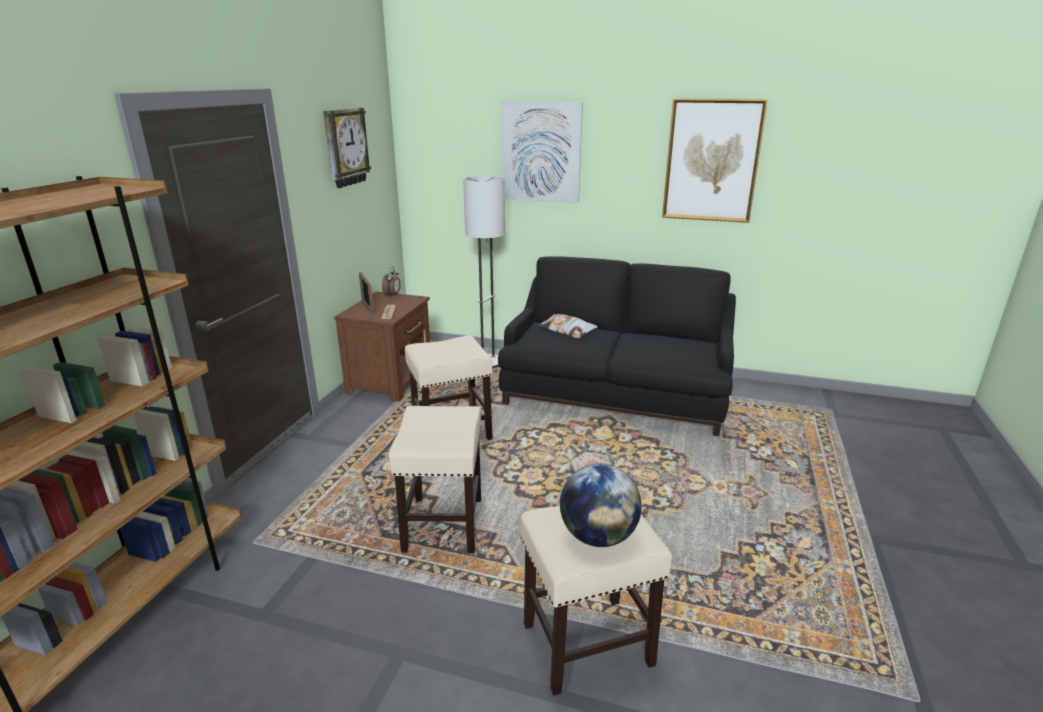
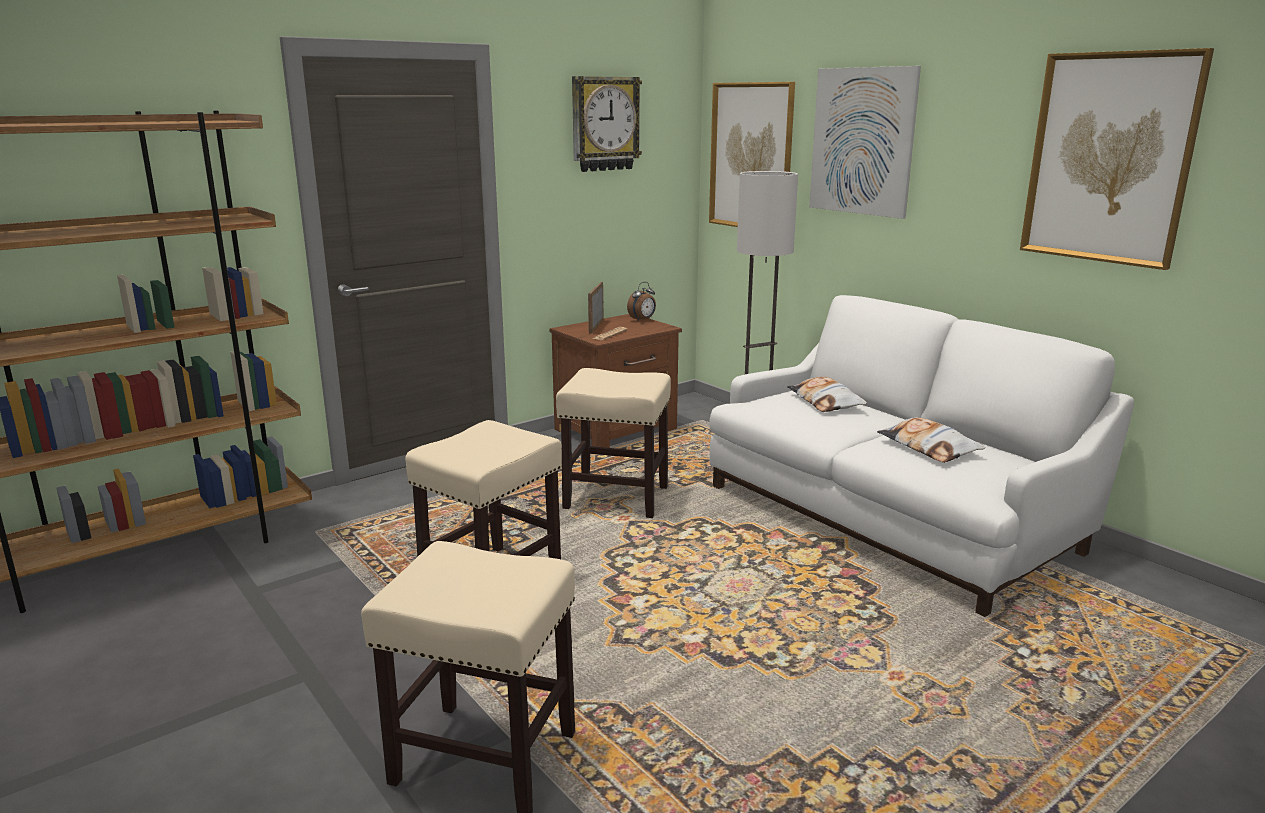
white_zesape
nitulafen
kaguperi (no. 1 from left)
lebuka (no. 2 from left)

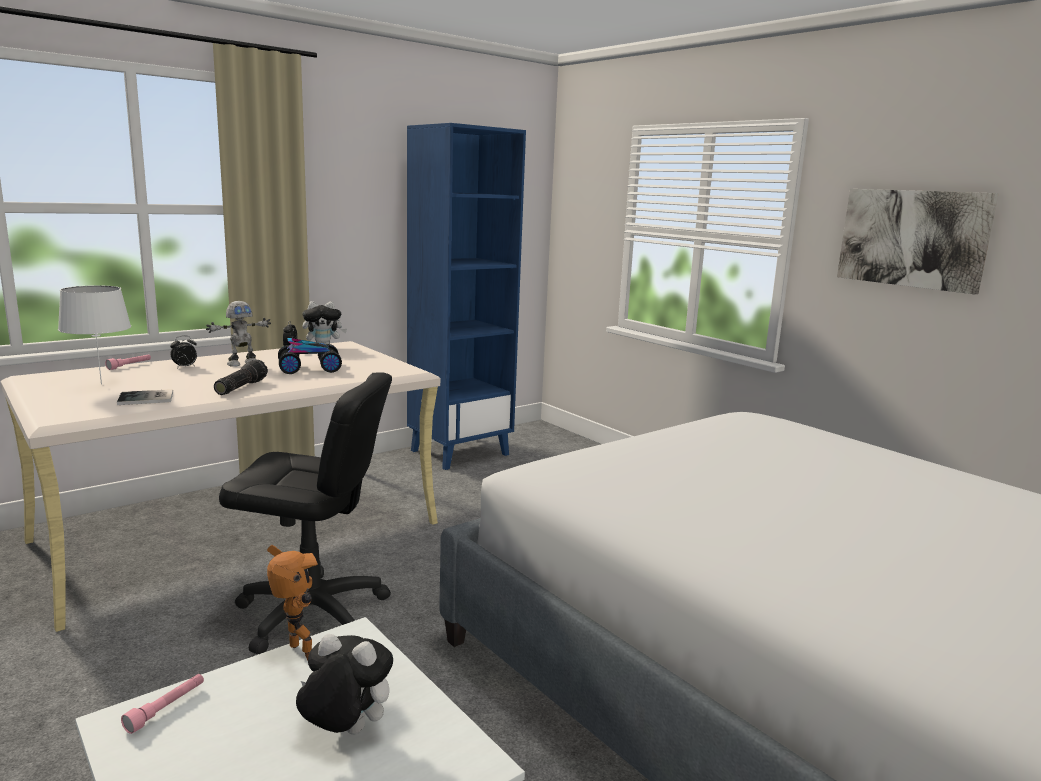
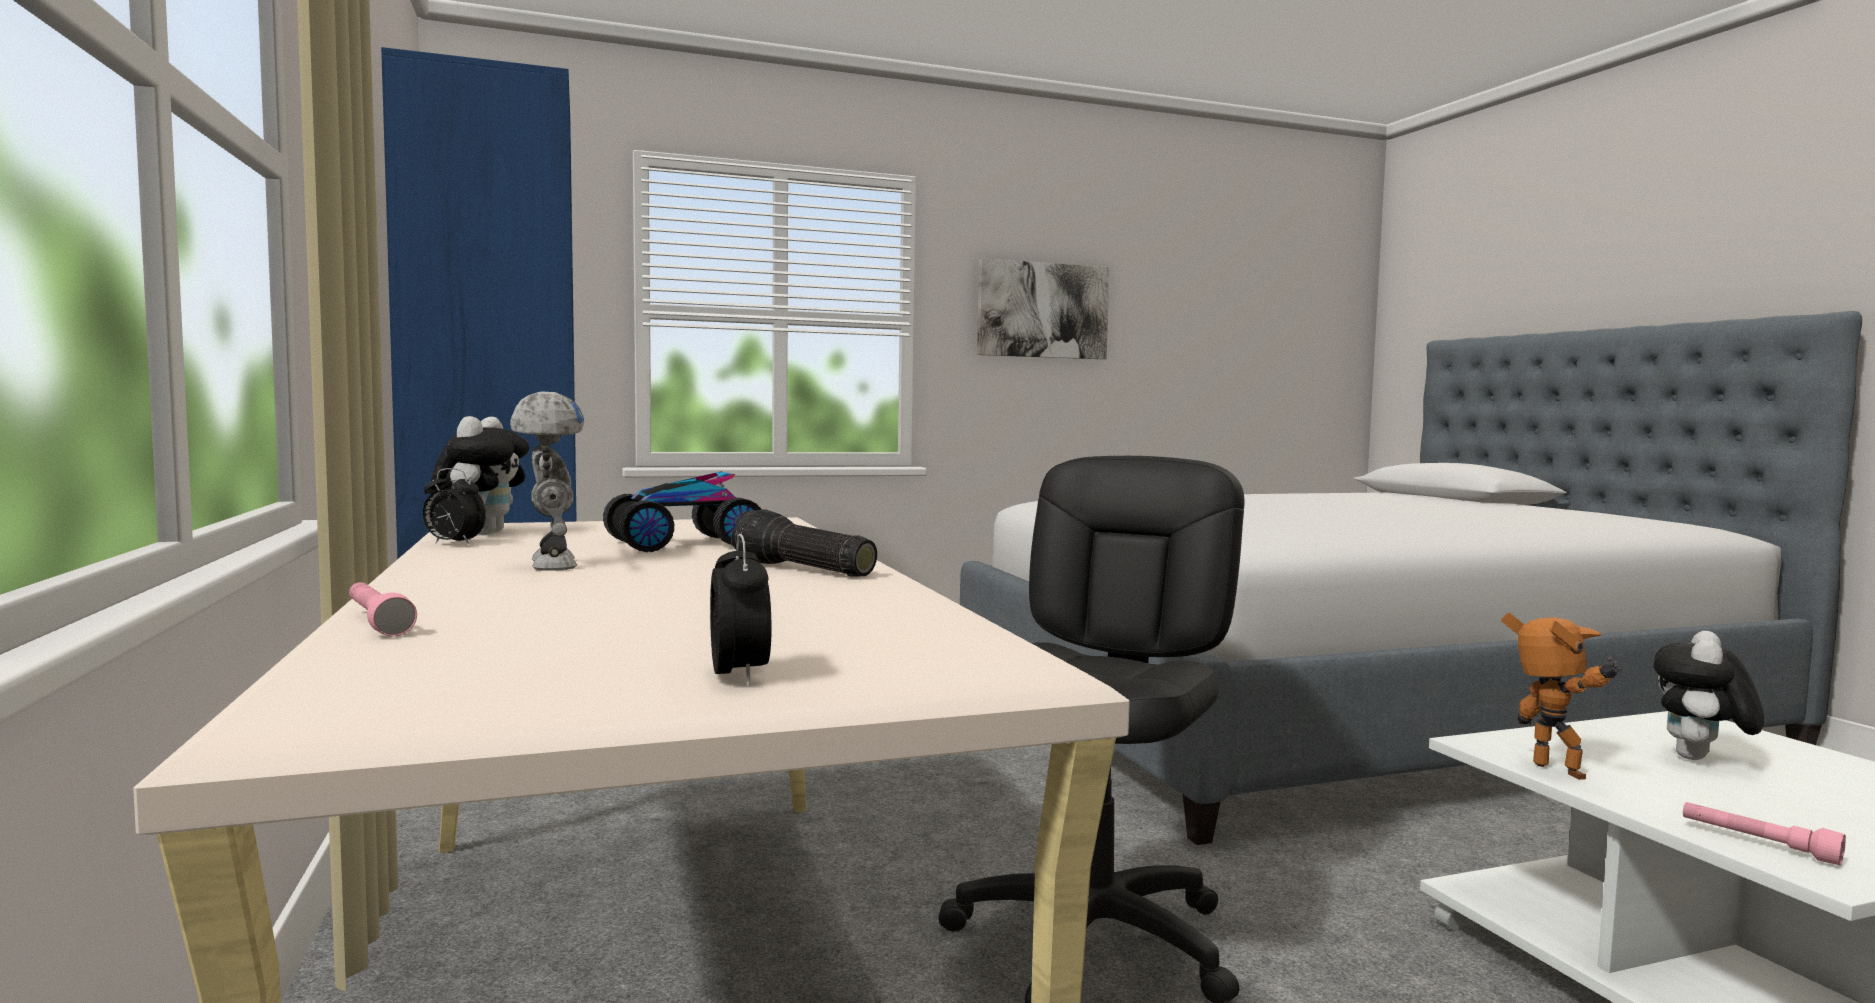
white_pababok
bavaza (no. 2 from left)
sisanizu
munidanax
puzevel (no. 2 from left)

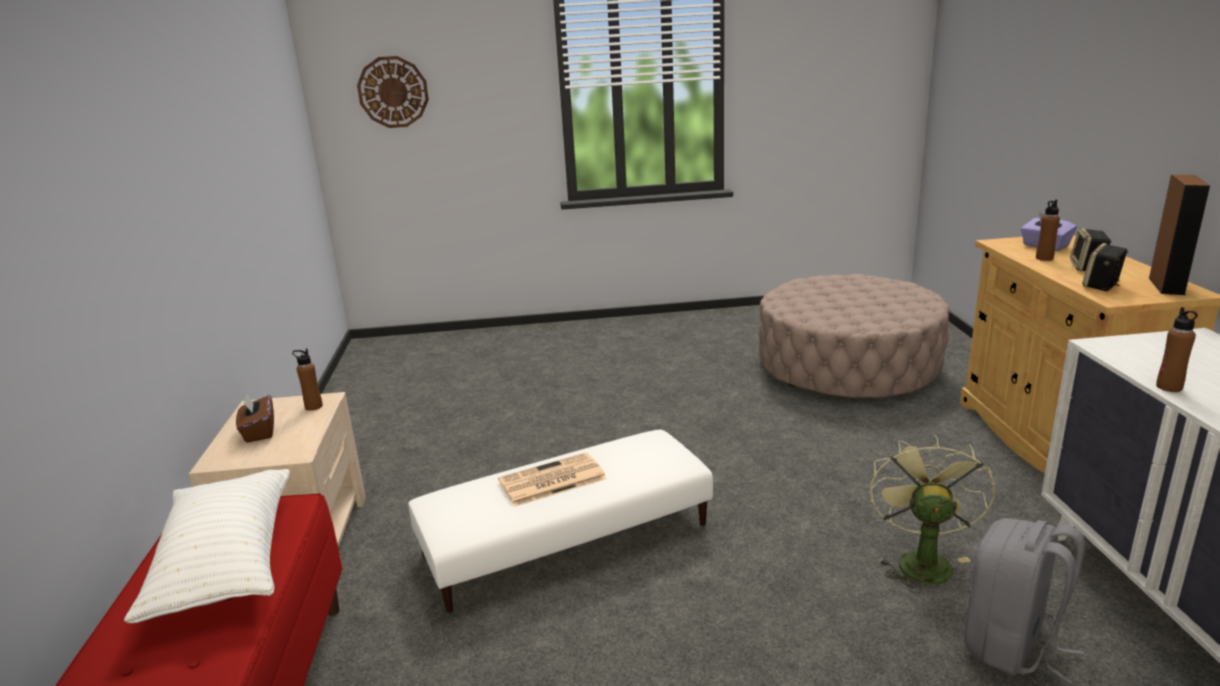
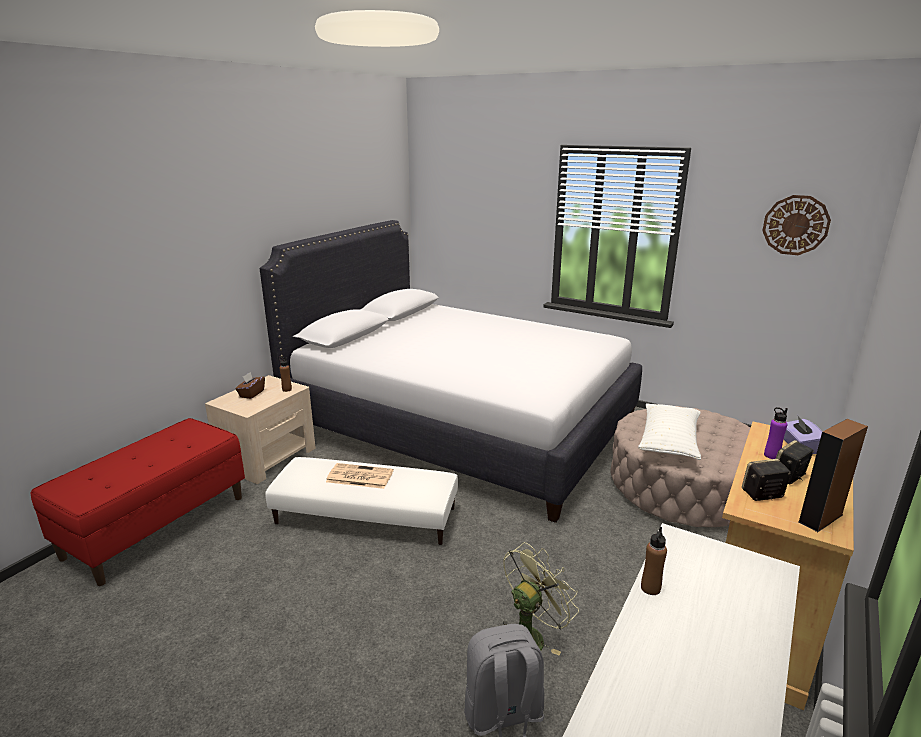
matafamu
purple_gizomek
white_lebuka
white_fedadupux

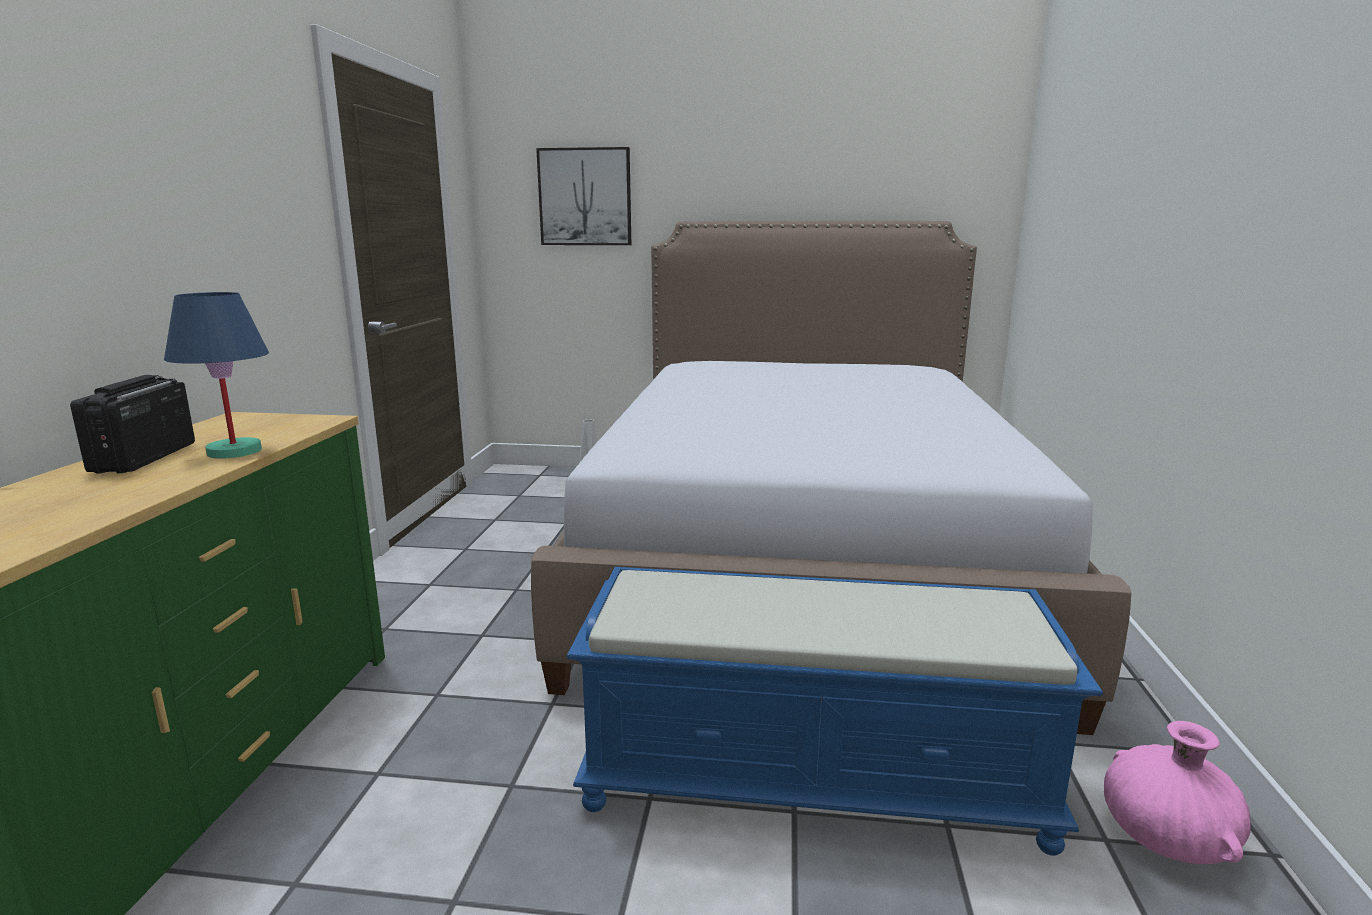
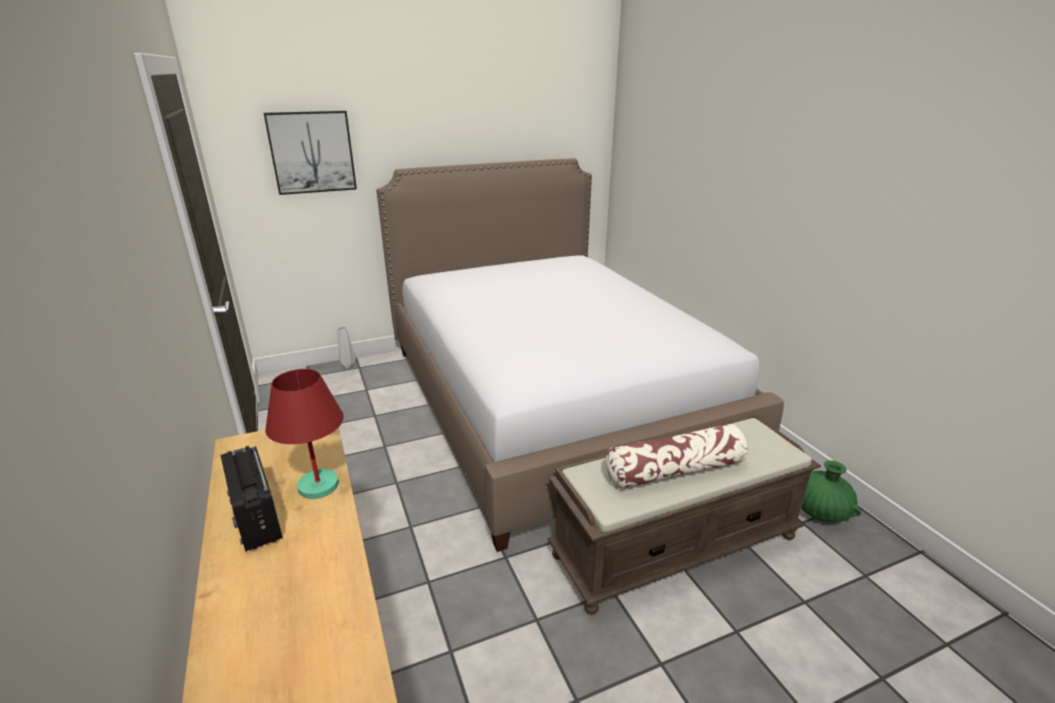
red_pababok
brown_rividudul
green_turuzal
lebuka

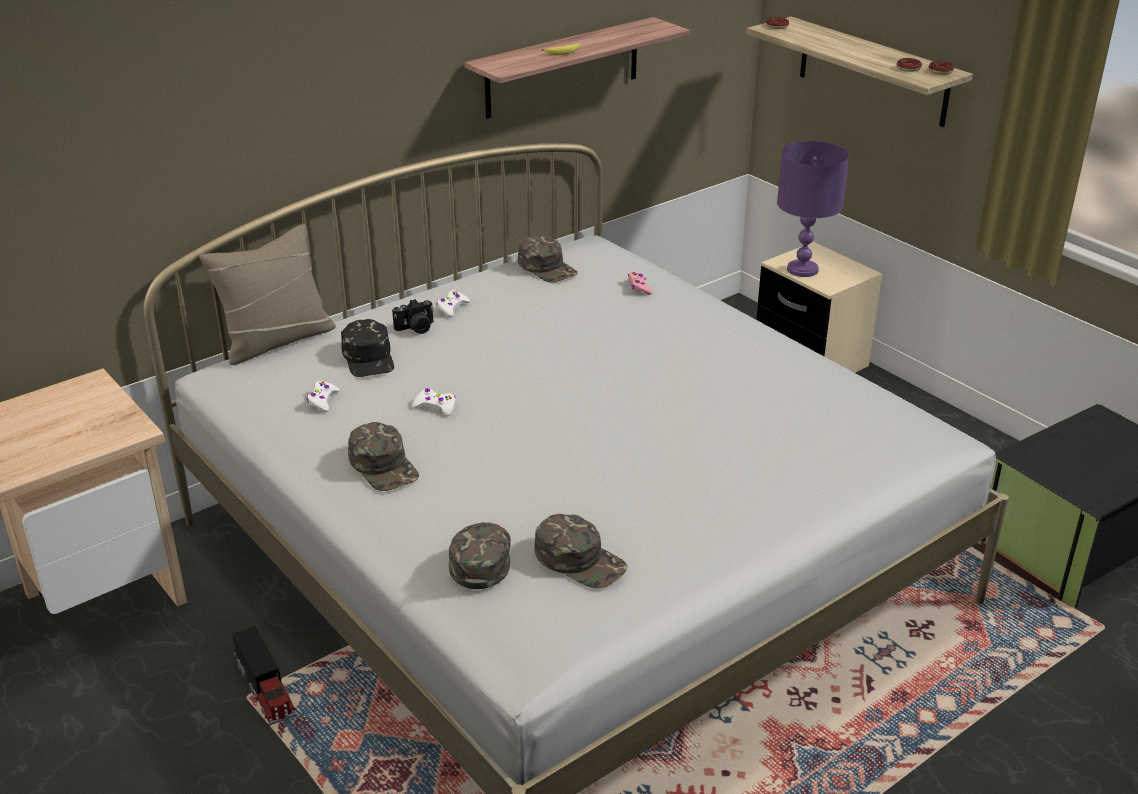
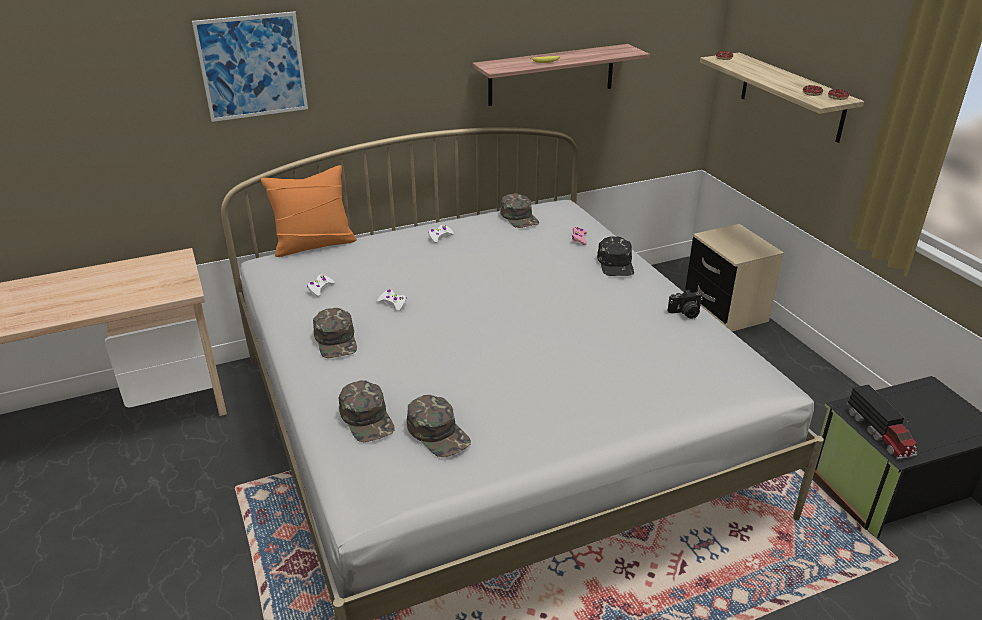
purple_pababok
orange_lebuka
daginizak
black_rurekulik
green_rurekulik (no. 2 from left)
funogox
kaguperi

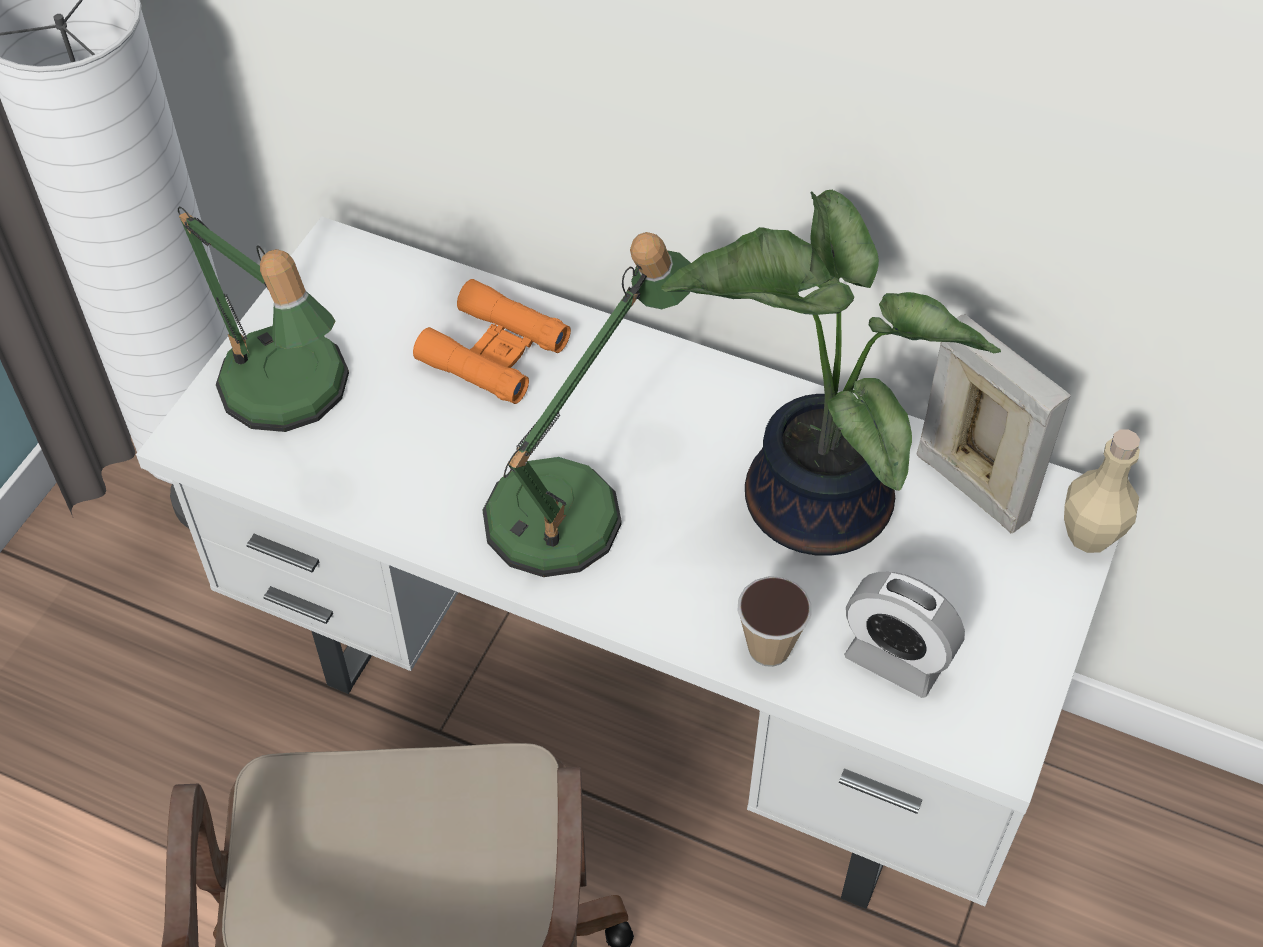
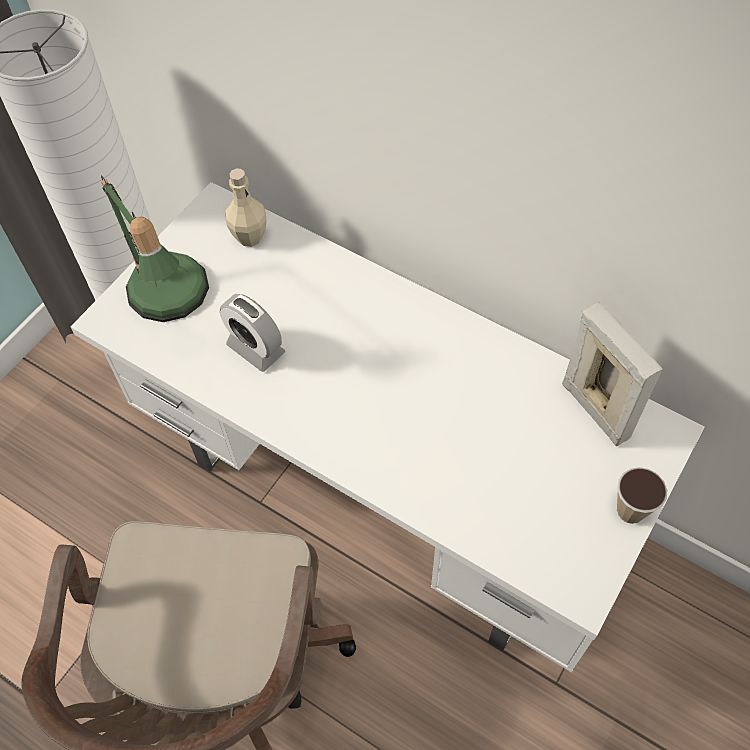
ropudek
pababok (no. 2 from left in the first image)
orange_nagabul
beige_gizomek
bavaza
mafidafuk

